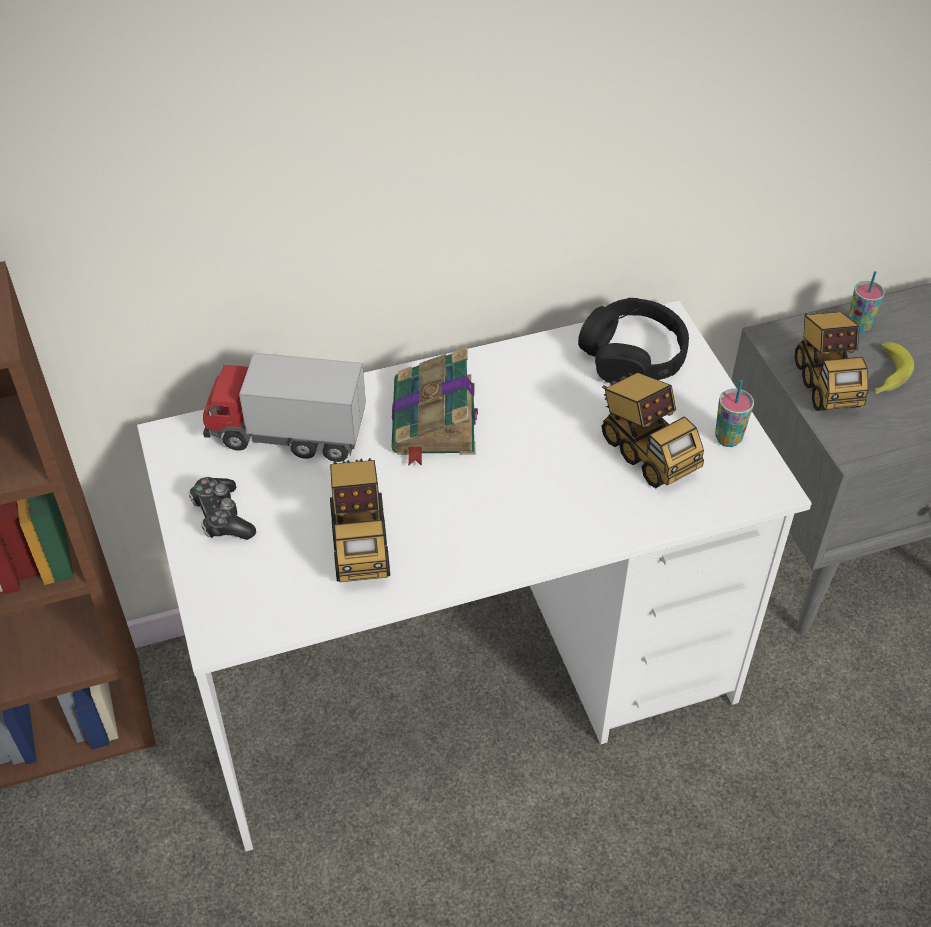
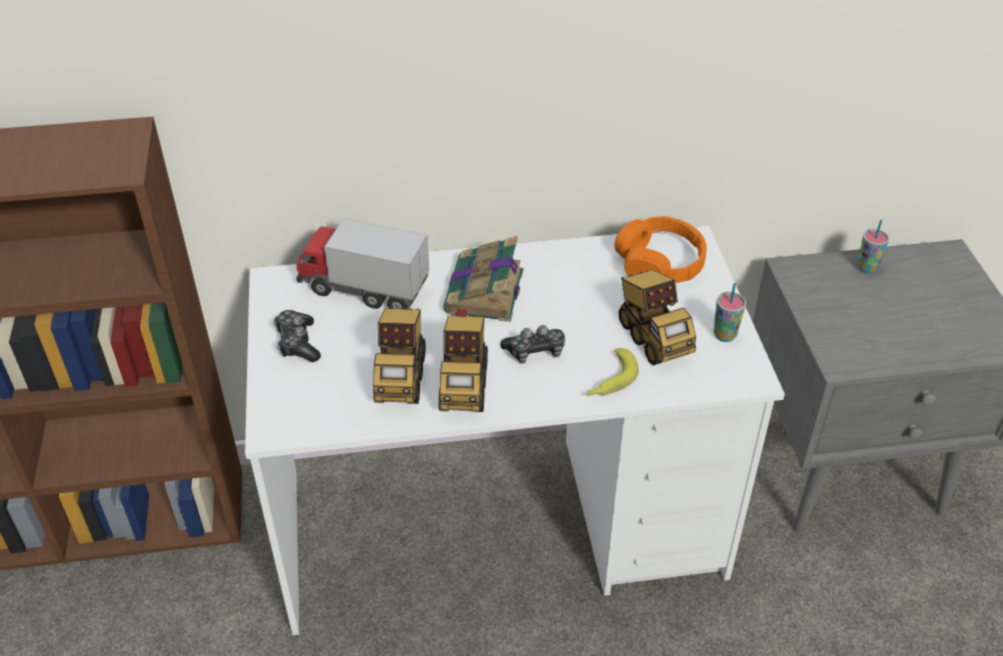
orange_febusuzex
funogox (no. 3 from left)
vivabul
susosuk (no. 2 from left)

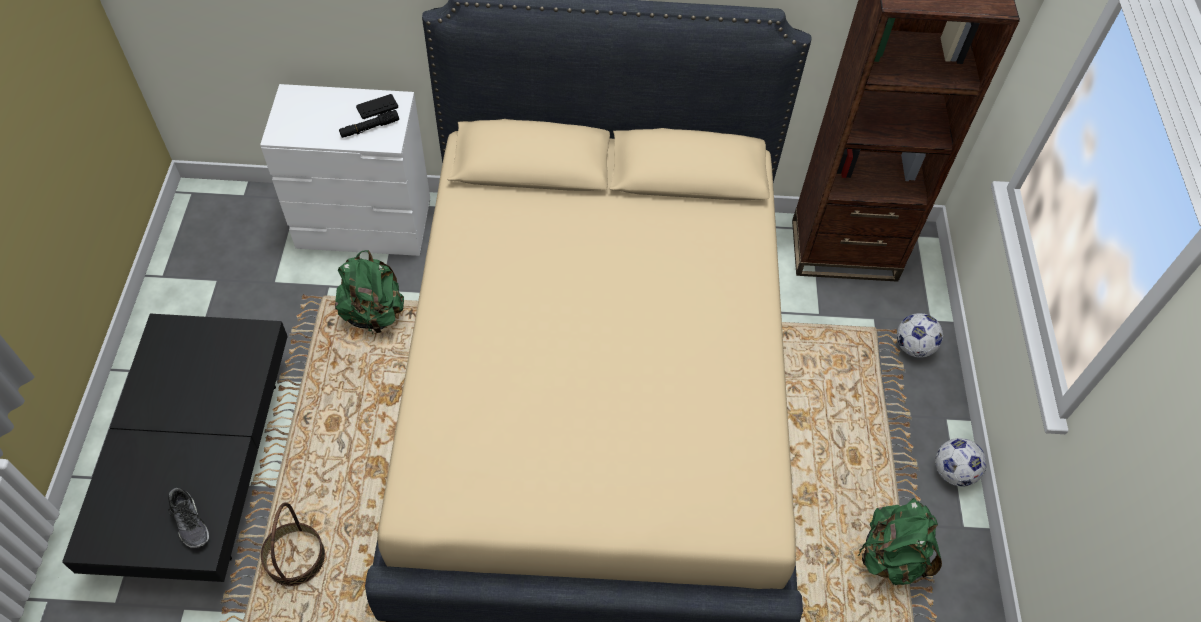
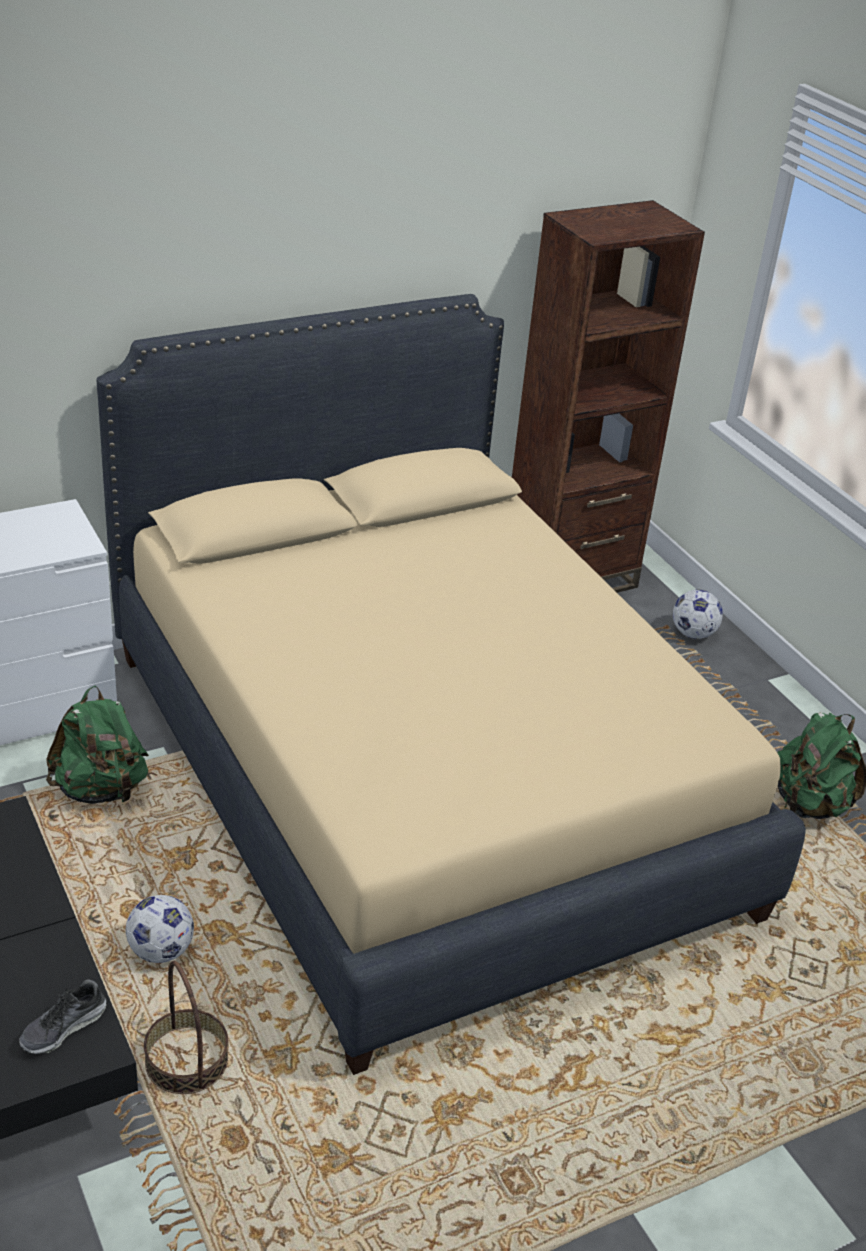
black_susosuk
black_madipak
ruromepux (no. 1 from left)
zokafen

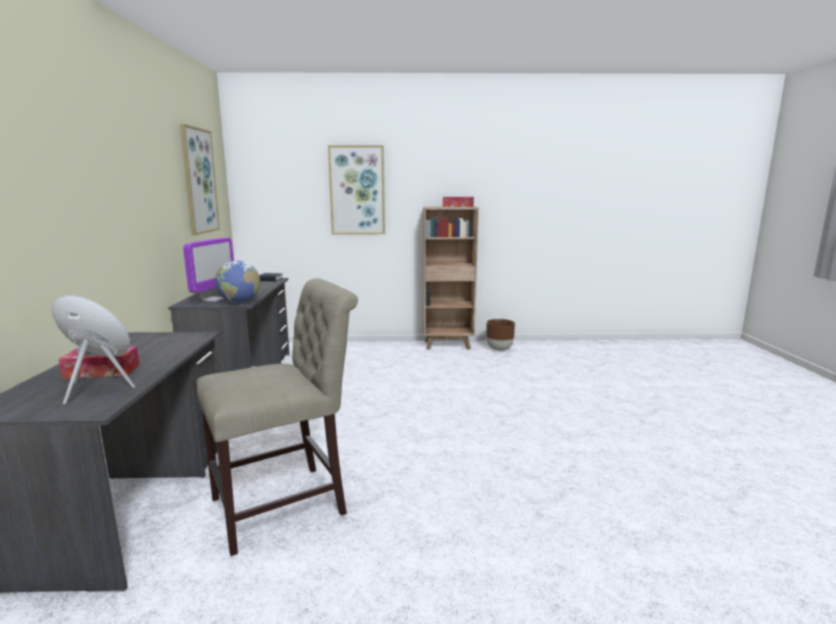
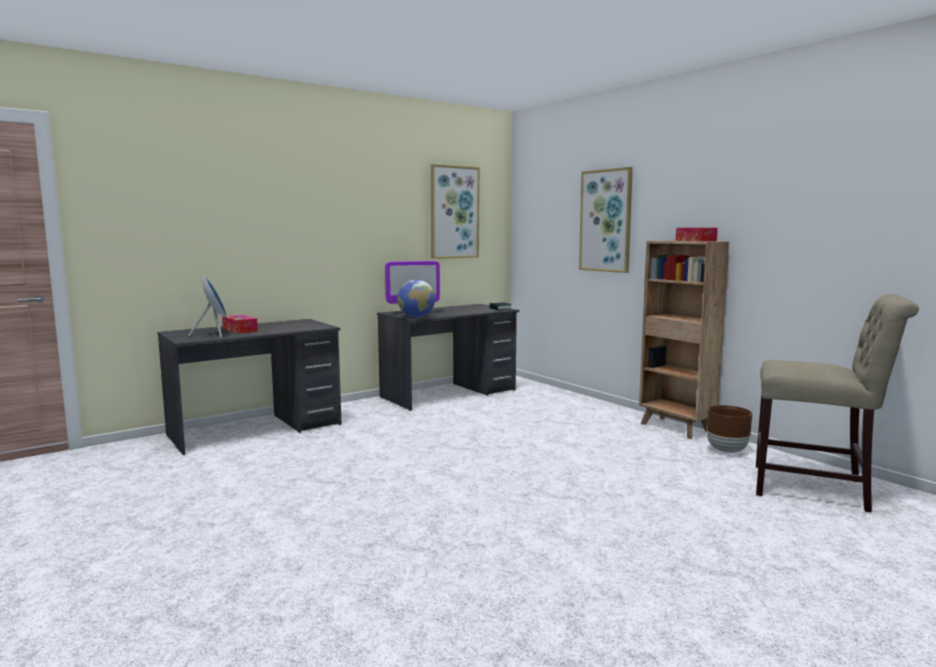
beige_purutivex

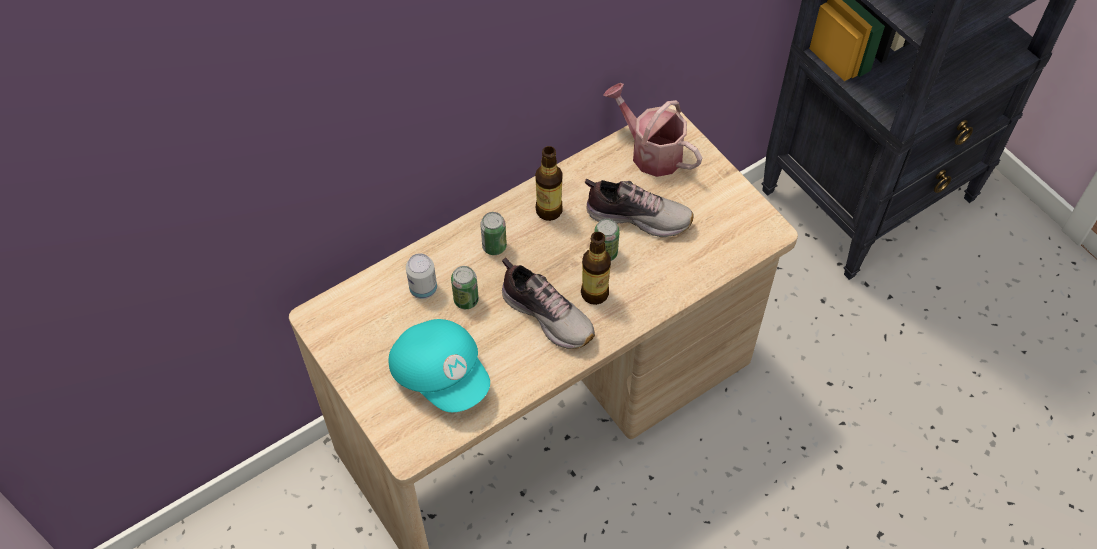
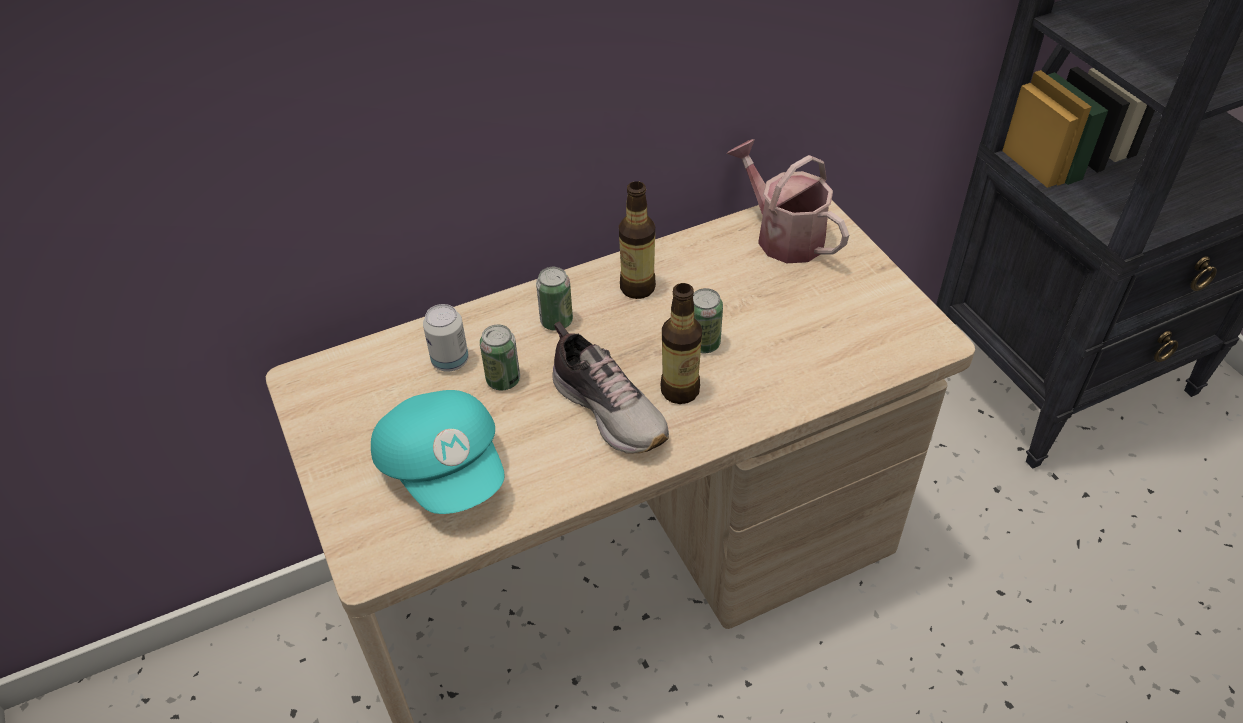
zokafen (no. 2 from left in the first image)

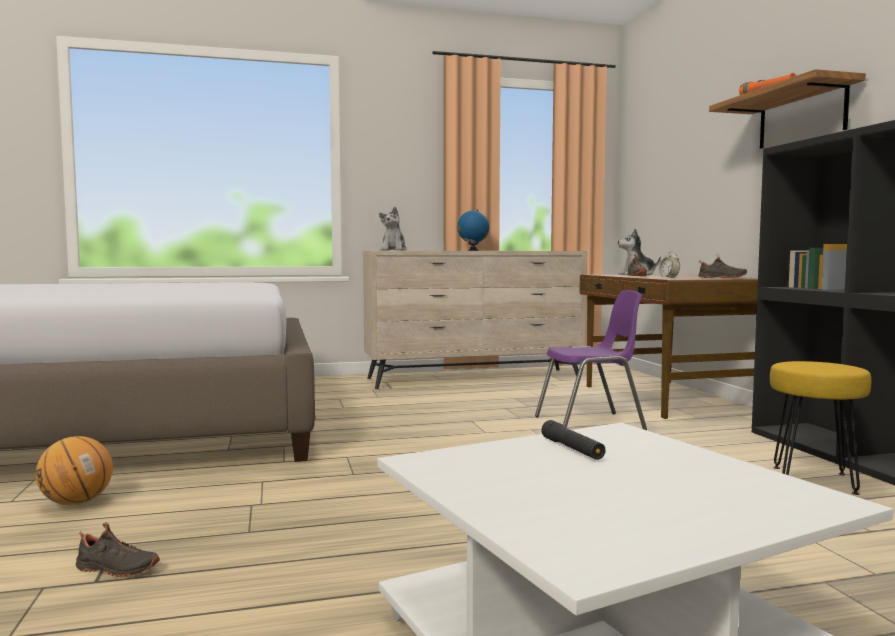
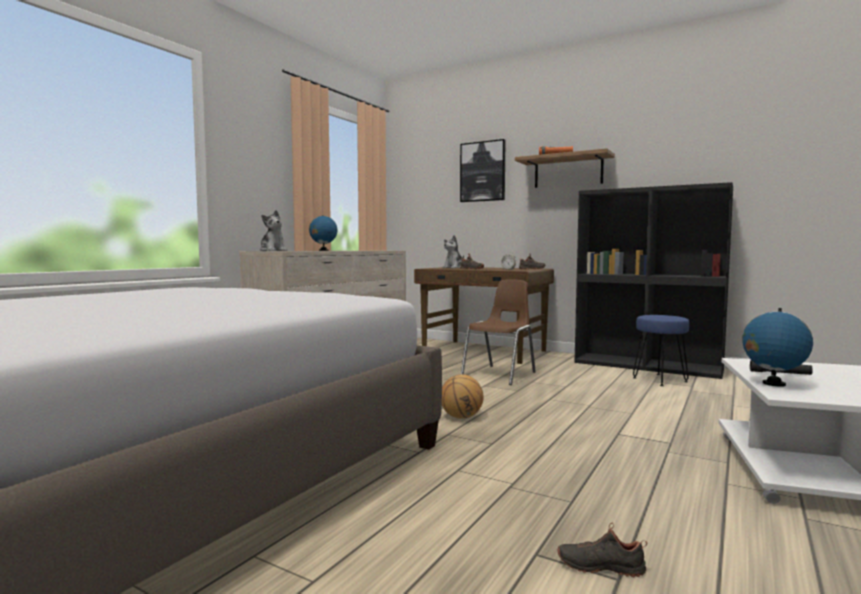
brown_purutivex
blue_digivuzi
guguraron
black_zokafen (no. 3 from left)
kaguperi
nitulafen (no. 2 from left)

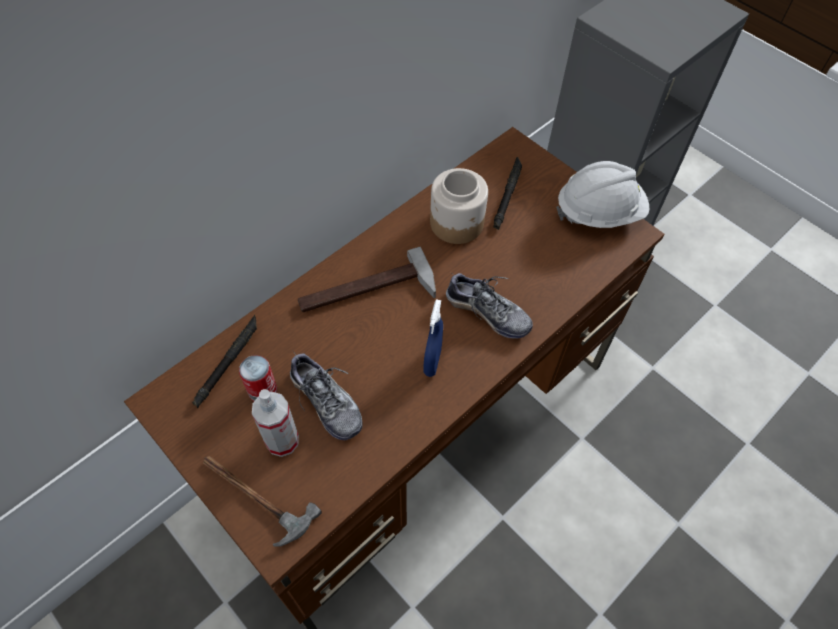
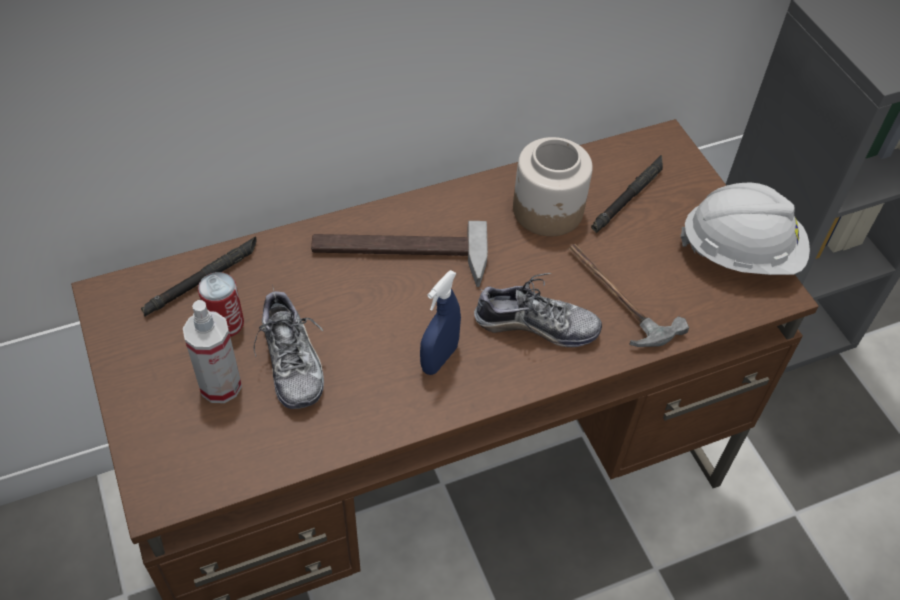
zokafen (no. 2 from left)
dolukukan (no. 2 from left)

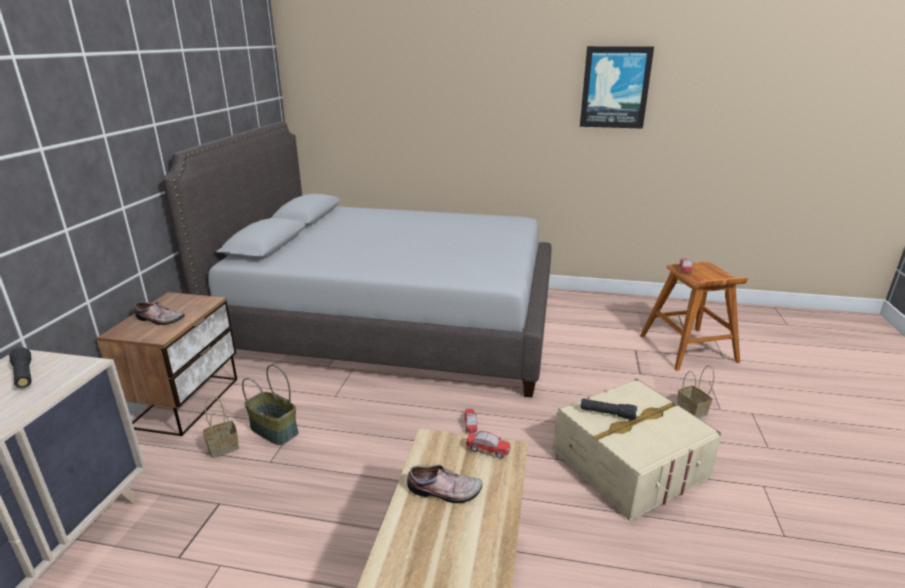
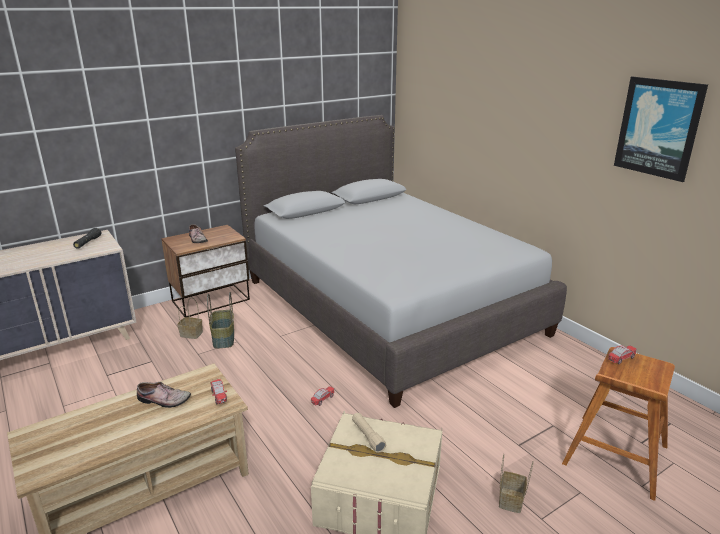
beige_madipak
zokafen (no. 1 from left)

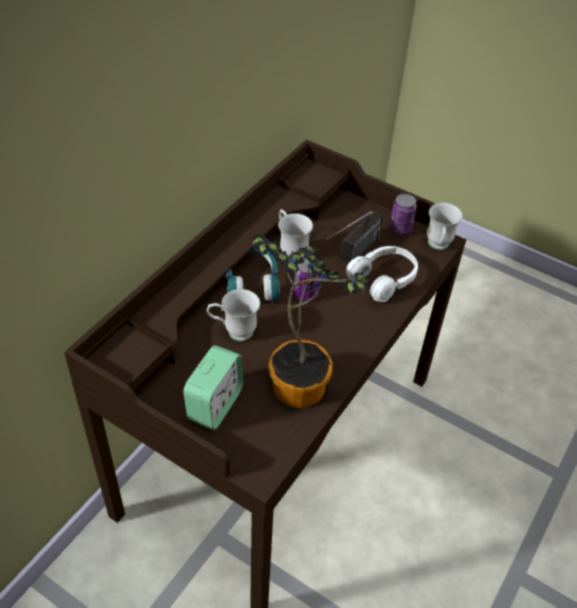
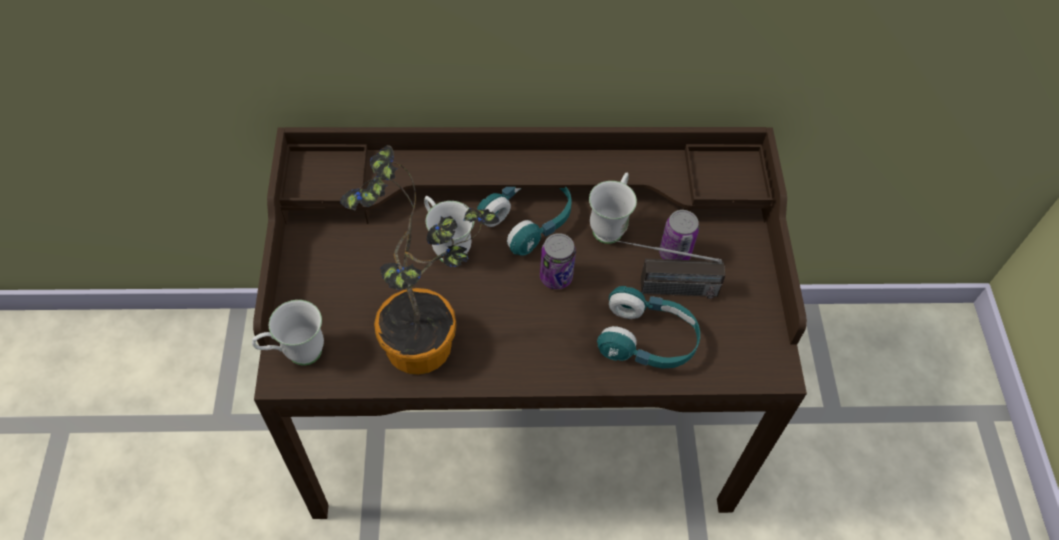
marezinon (no. 2 from left)
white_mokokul (no. 1 from left)
turquoise_febusuzex (no. 2 from left)
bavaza

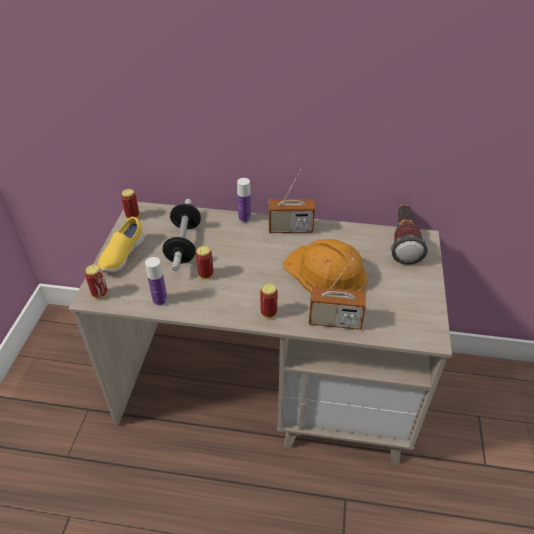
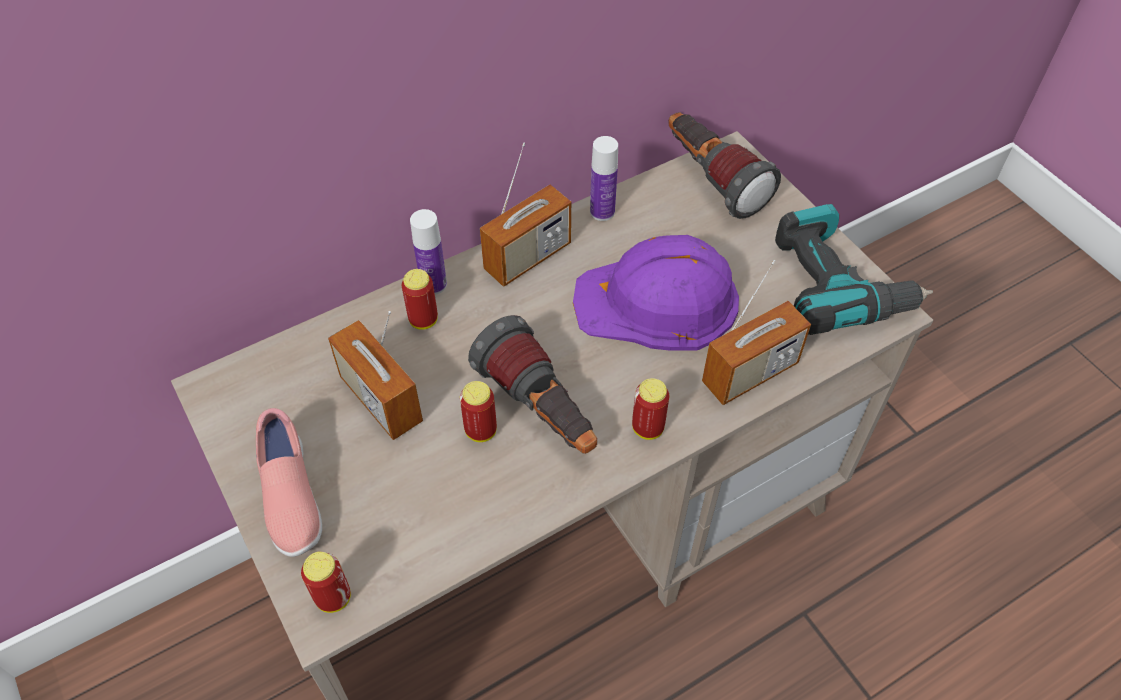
marezinon (no. 2 from left)
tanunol (no. 1 from left)
pink_zokafen
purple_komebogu
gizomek (no. 2 from left)
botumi
madipak (no. 1 from left)

